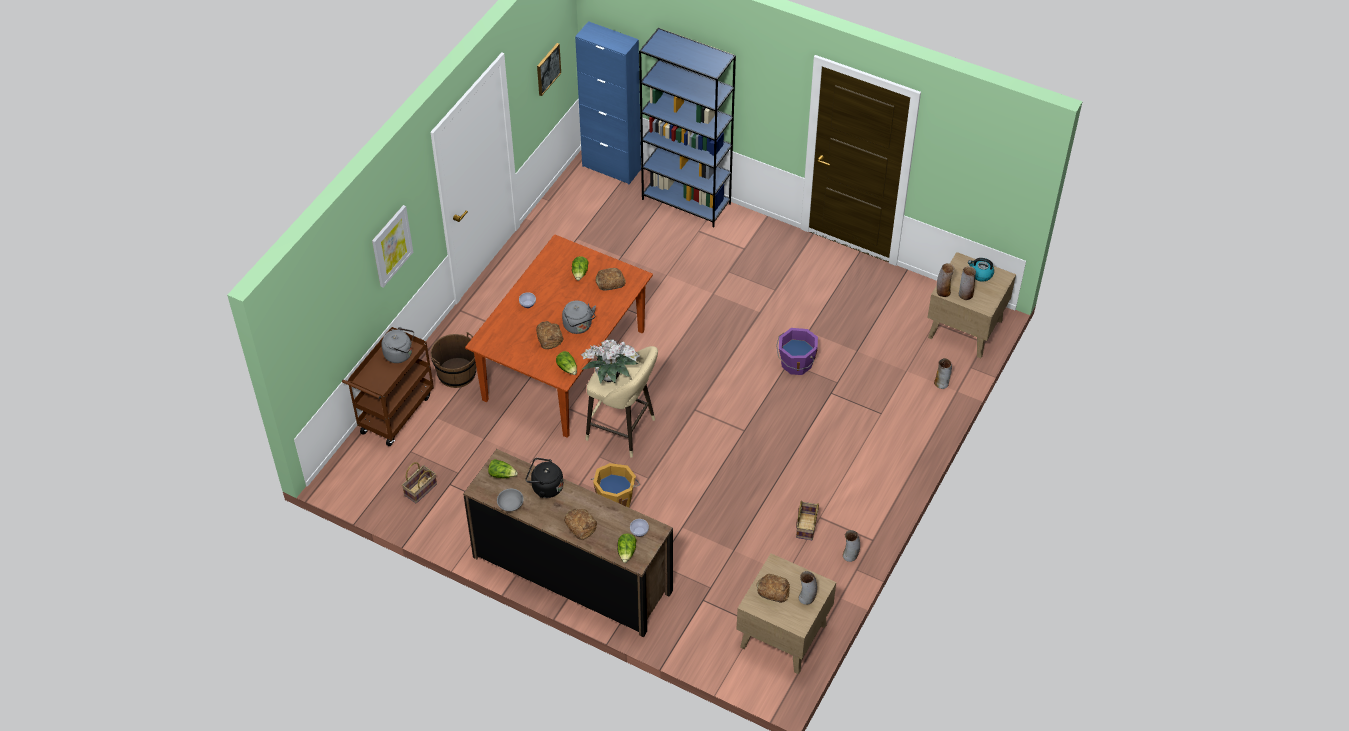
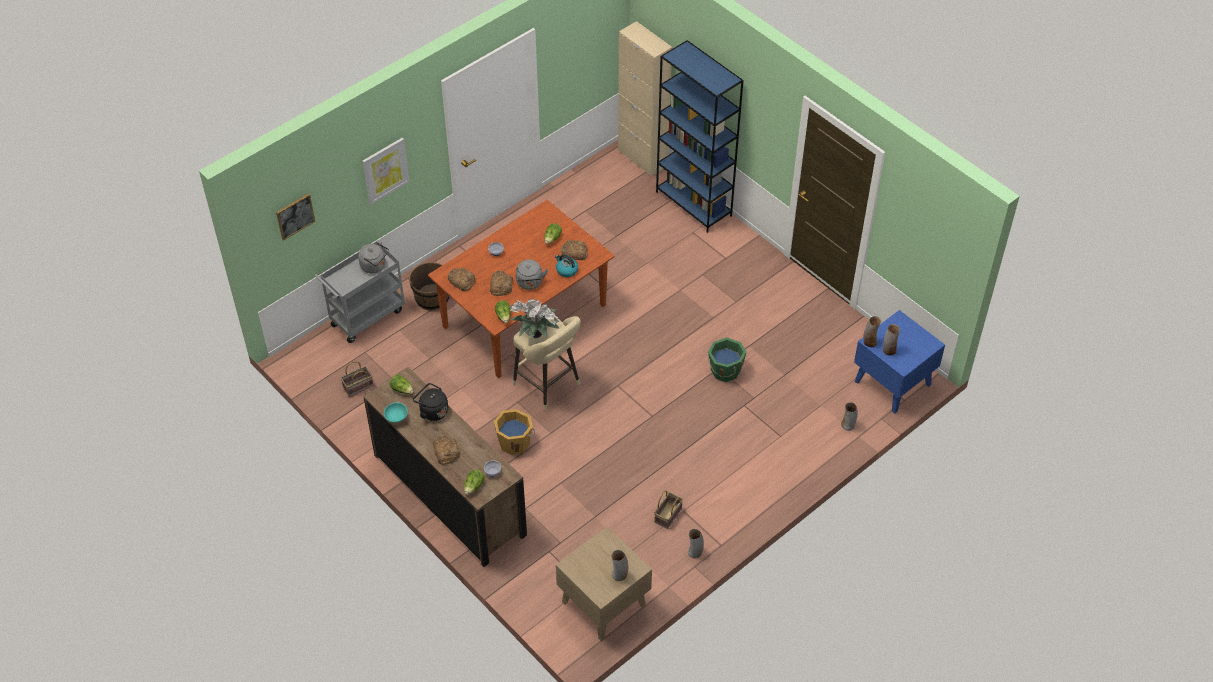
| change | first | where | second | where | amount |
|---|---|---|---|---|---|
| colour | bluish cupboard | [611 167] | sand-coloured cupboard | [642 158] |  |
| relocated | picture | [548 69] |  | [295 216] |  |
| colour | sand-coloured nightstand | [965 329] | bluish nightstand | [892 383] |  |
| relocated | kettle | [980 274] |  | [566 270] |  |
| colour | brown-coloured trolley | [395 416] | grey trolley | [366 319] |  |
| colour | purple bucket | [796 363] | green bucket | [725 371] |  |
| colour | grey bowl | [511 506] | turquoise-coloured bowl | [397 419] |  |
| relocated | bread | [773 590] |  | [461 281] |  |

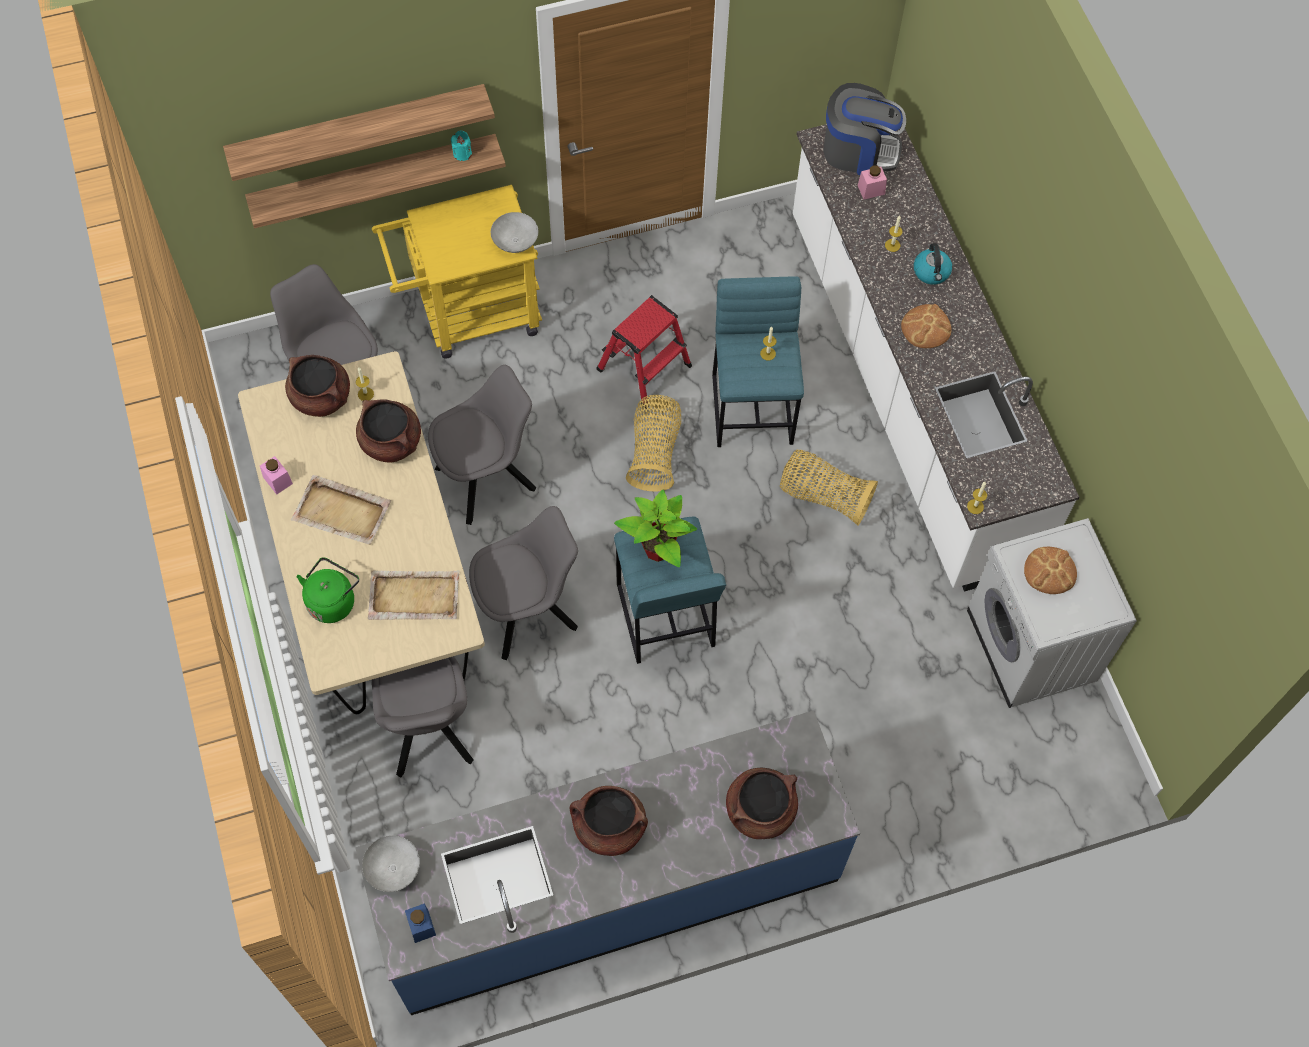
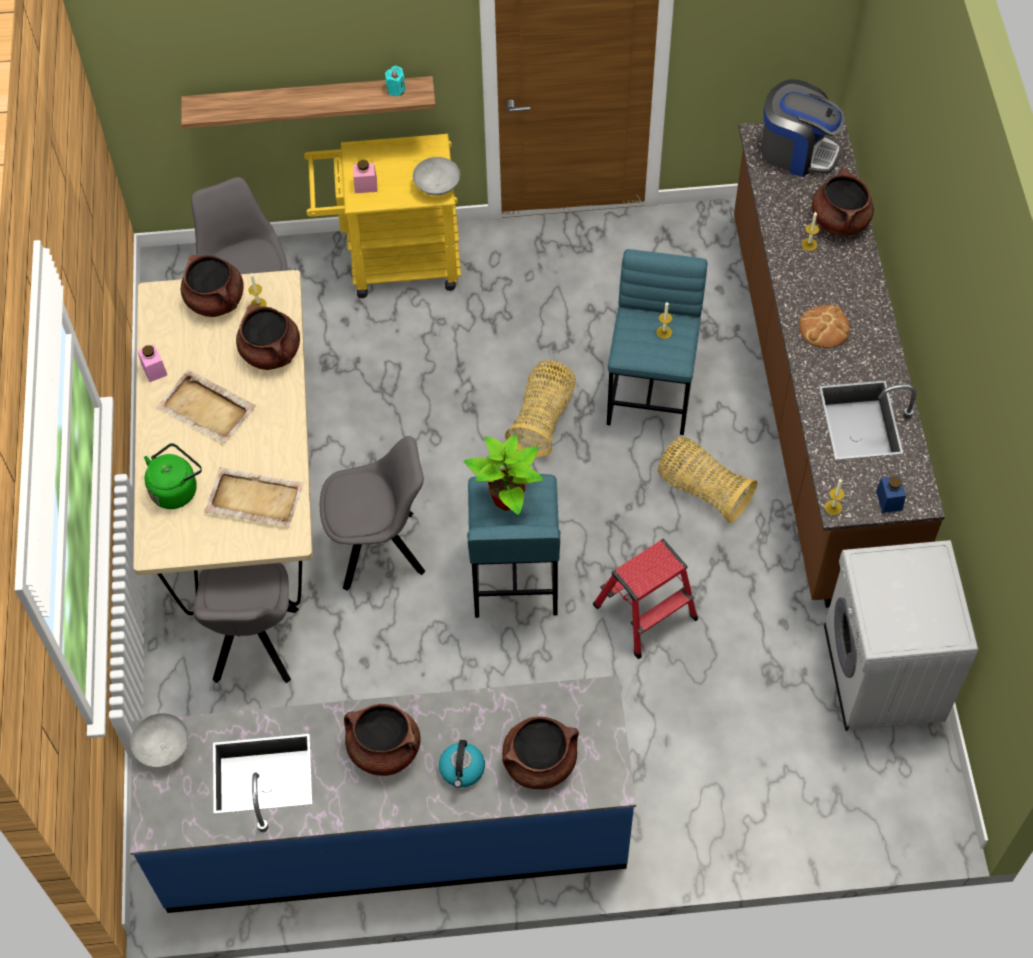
| change | first | where | second | where | amount |
|---|---|---|---|---|---|
| missing | bracket shelf | [357 129] |  |  |  |
| colour | white-coloured kitchen counter | [907 389] | brown-coloured kitchen counter | [813 401] |  |
| relocated | pink storage jar | [871 189] |  | [365 185] |  |
| relocated | kettle | [931 272] |  | [462 770] |  |
| relocated | red-coloured step ladder | [643 367] |  | [644 611] |  |
| missing | grey plain chair | [486 479] |  |  |  |
| missing | bread | [1049 571] |  |  |  |
| relocated | bluish storage jar | [421 926] |  | [889 500] |  |
| appeared |  |  | brown-coloured saucepot | [839 220] |  |

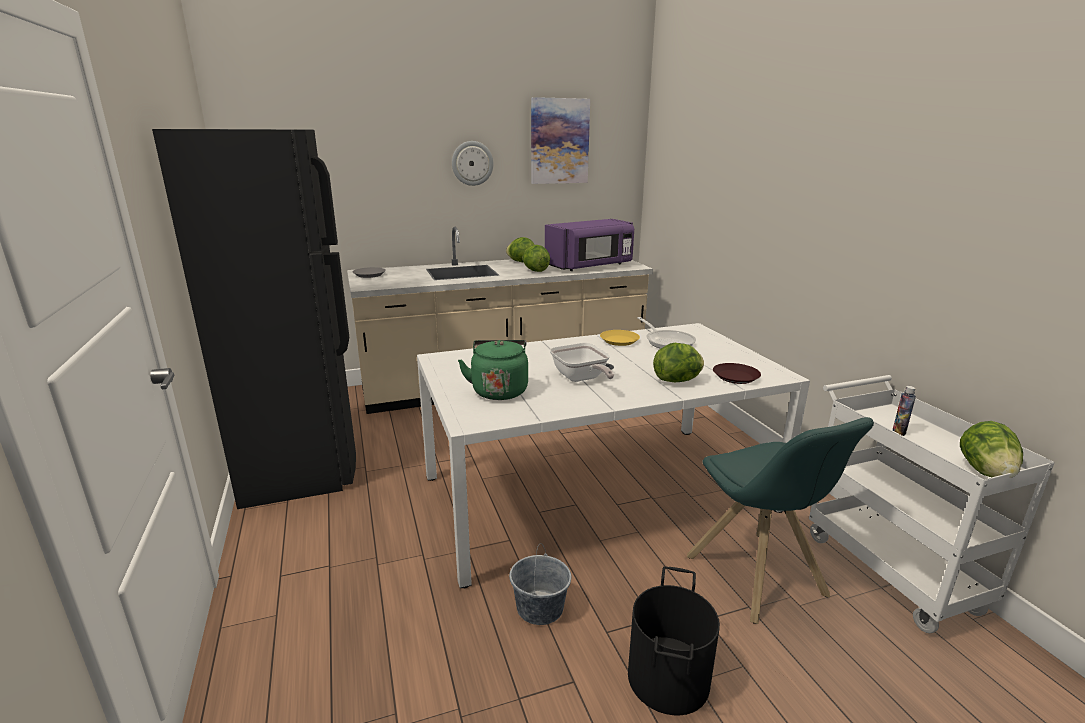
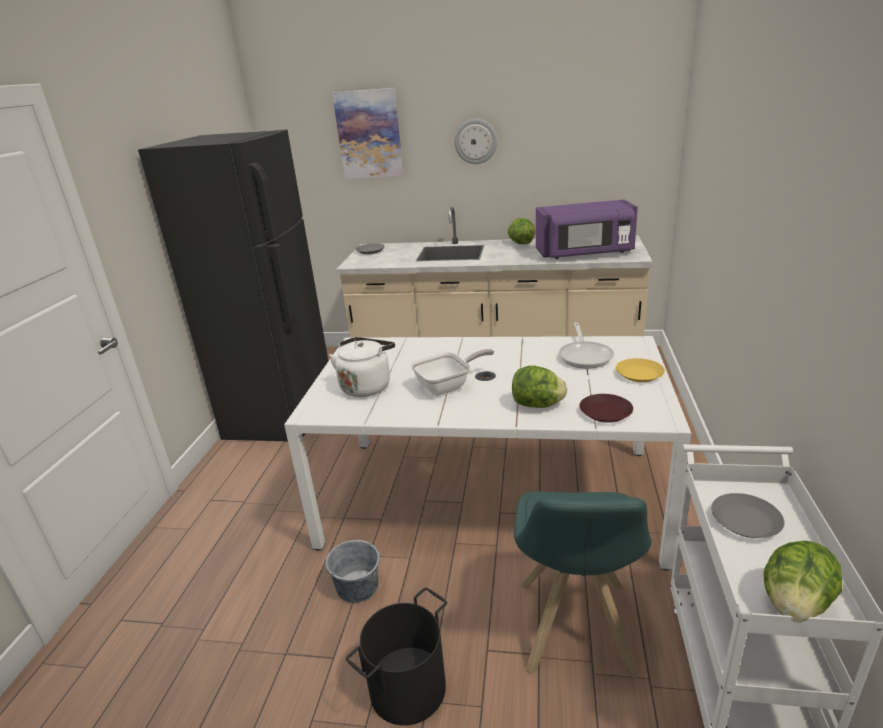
| change | first | where | second | where | amount |
|---|---|---|---|---|---|
| relocated | picture | [559 141] |  | [369 134] |  |
| missing | lettuce head | [535 271] |  |  |  |
| relocated | yellowish flat dish | [619 341] |  | [639 374] |  |
| colour | green kettle | [499 390] | white-coloured kettle | [366 386] |  |
| spun | pan | [581 379] |  | [448 386] | 120 degrees counterclockwise |
| exchanged | beverage bottle | [899 431] | grey flat dish | [746 521] |  |

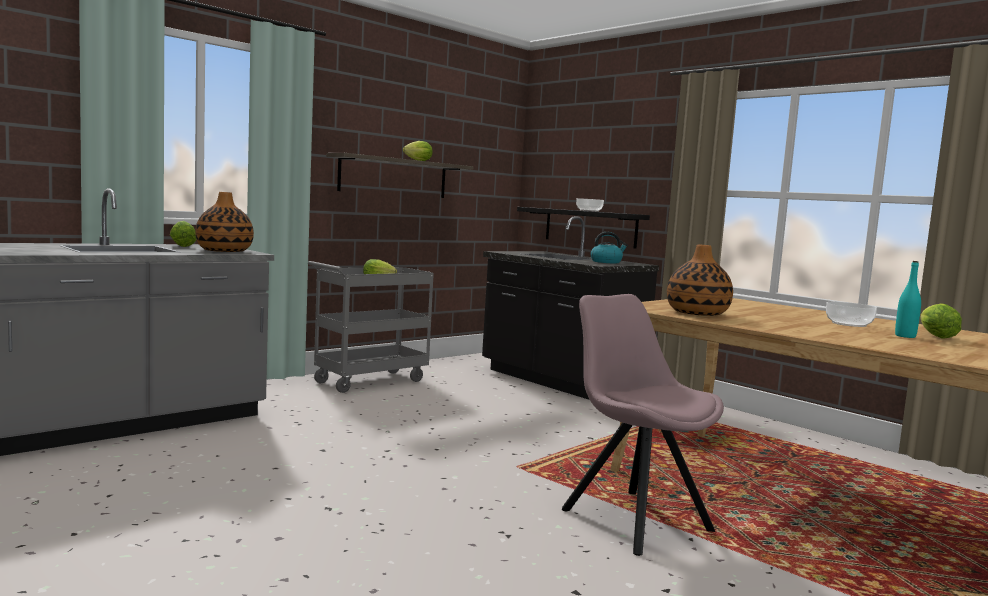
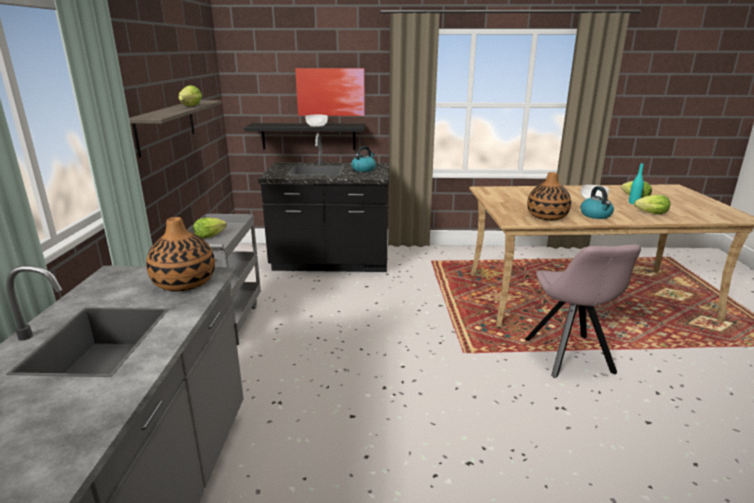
| change | first | where | second | where | amount |
|---|---|---|---|---|---|
| relocated | lettuce head | [182 246] |  | [649 213] |  |
| spun | pink plain chair | [634 520] |  | [569 356] | 105 degrees counterclockwise |
| appeared |  |  | picture | [330 92] |  |
| appeared |  |  | kettle | [596 215] |  |

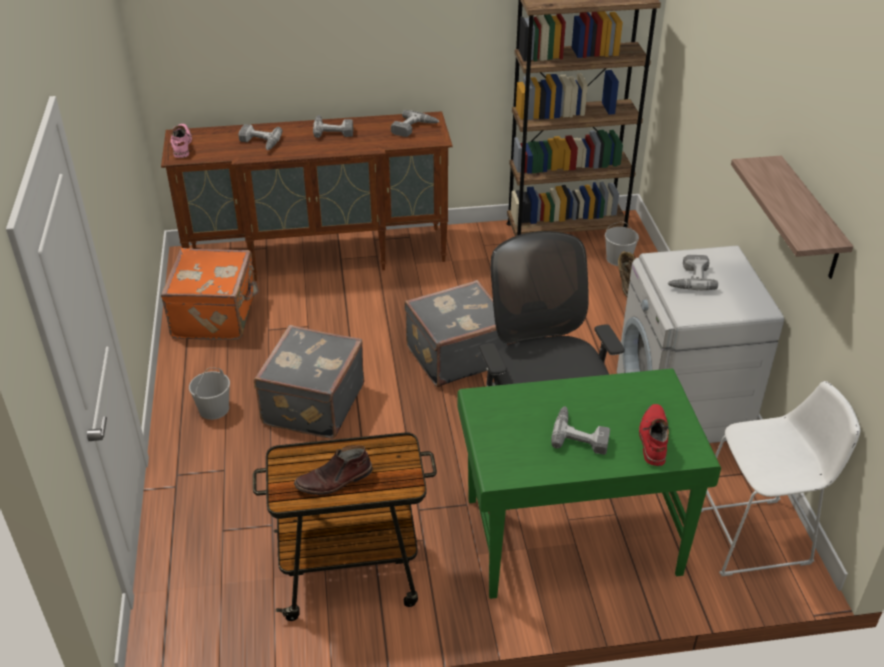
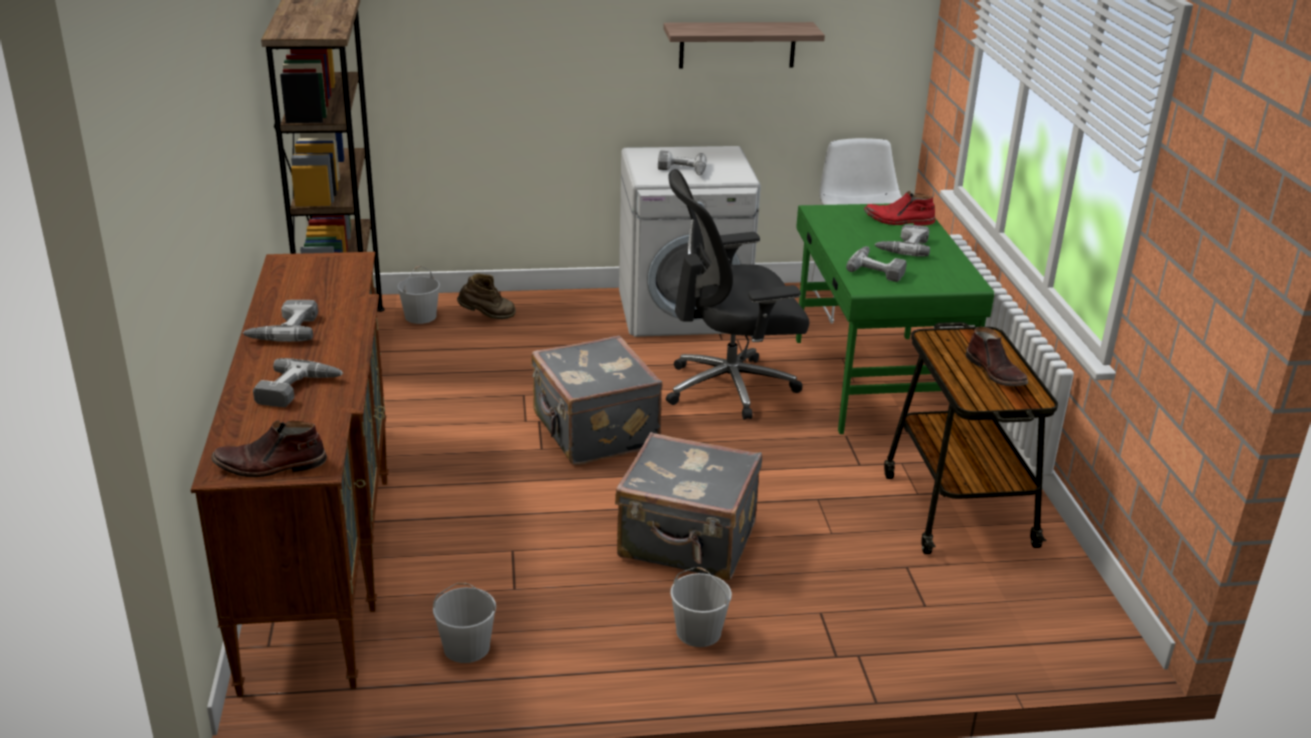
| change | first | where | second | where | amount |
|---|---|---|---|---|---|
| relocated | drill | [414 128] |  | [878 268] |  |
| colour | pink boot | [181 145] | brown-coloured boot | [270 466] |  |
| exchanged | orange-coloured suitcase | [216 315] | white-coloured bucket | [465 647] |  |

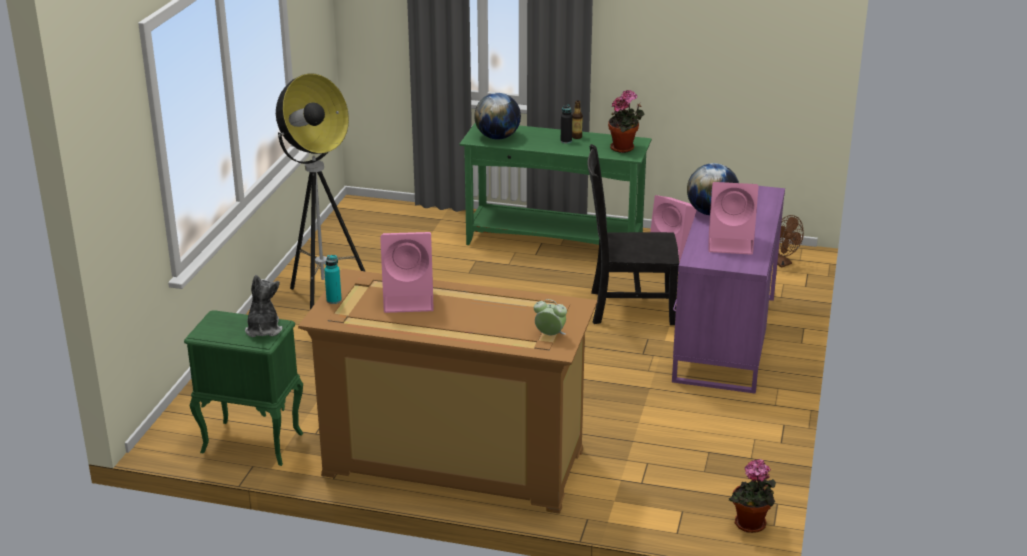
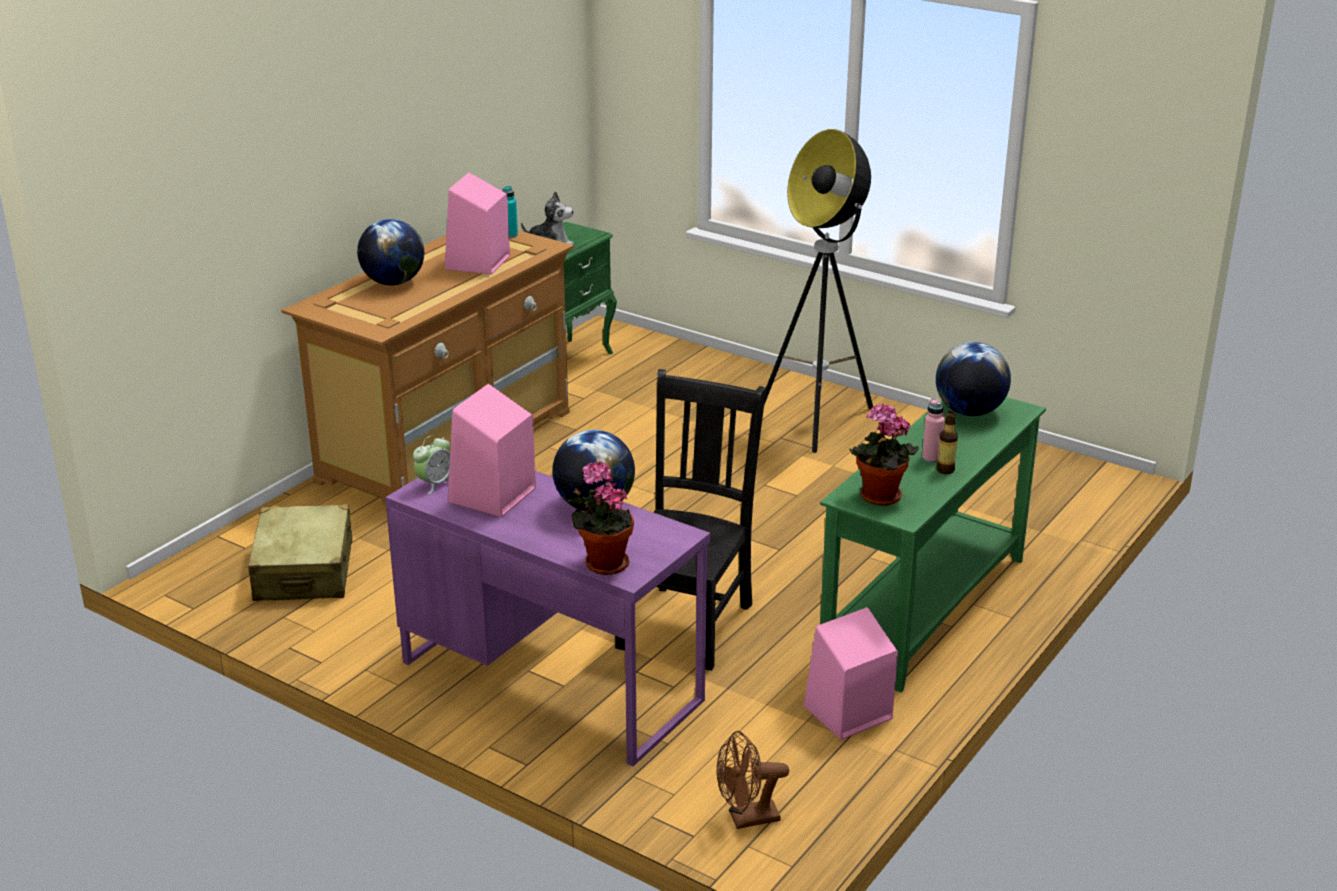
| change | first | where | second | where | amount |
|---|---|---|---|---|---|
| colour | blackish beverage bottle | [566 141] | pink beverage bottle | [931 458] |  |
| relocated | table clock | [550 335] |  | [435 484] |  |
| relocated | houseplant | [750 526] |  | [602 563] |  |
| appeared |  |  | world globe | [393 282] |  |
| appeared |  |  | sand-coloured suitcase | [304 571] |  |

